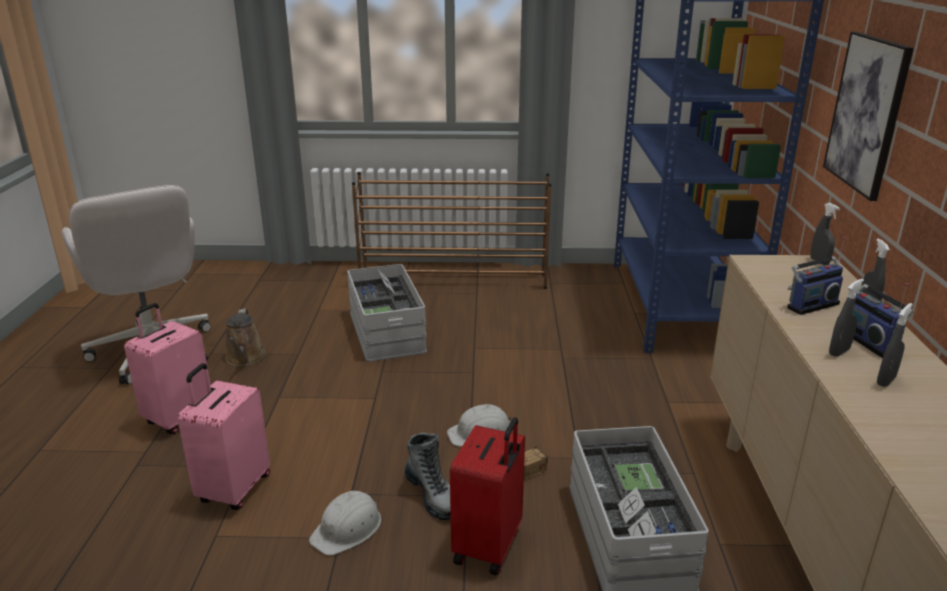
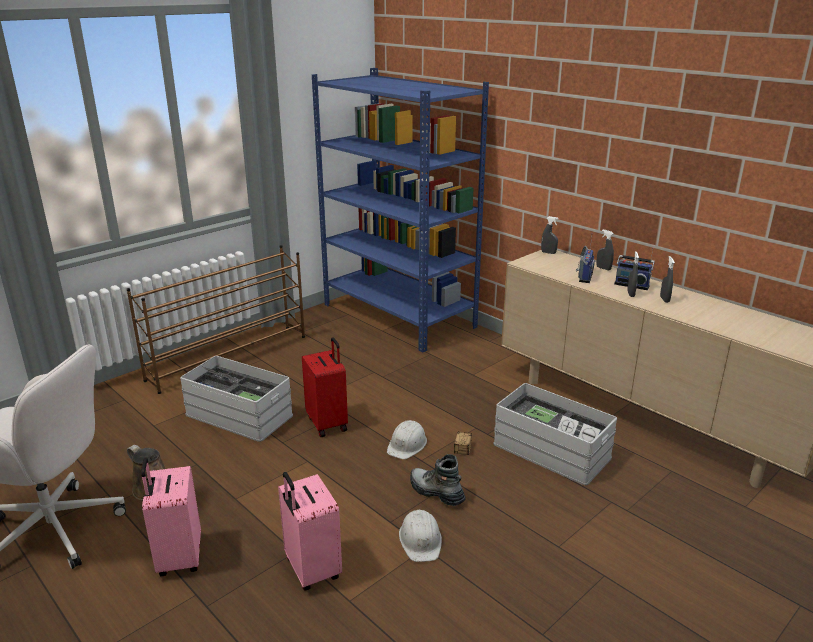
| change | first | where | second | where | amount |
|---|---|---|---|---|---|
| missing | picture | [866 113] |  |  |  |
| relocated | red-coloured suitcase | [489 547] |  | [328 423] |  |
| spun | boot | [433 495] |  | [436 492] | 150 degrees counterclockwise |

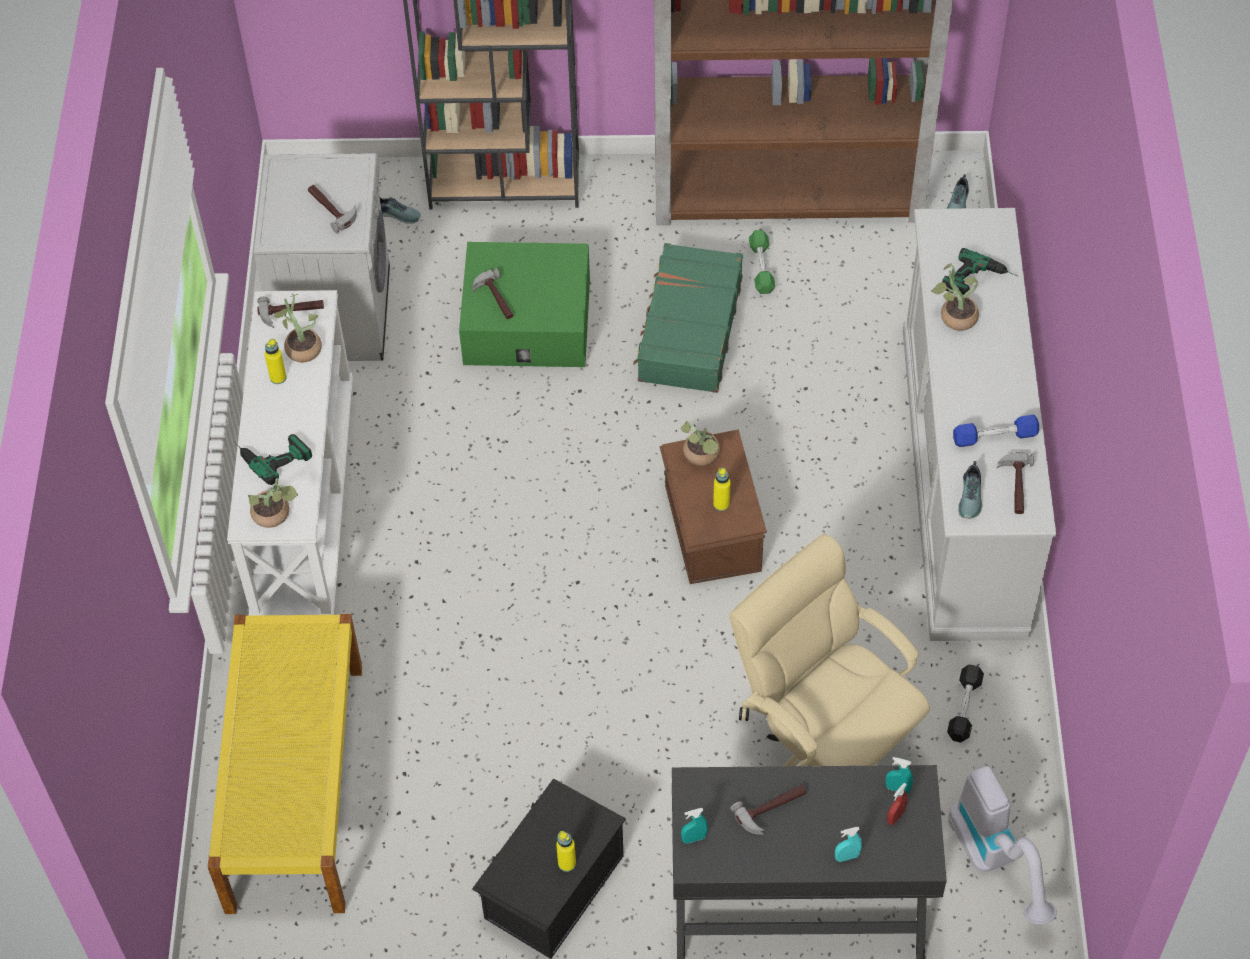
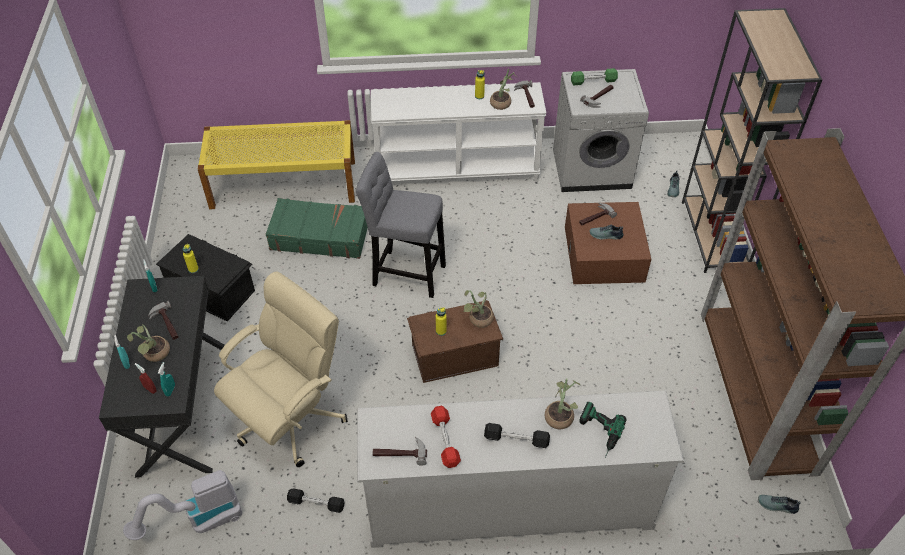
| change | first | where | second | where | amount |
|---|---|---|---|---|---|
| relocated | green dumbbell | [761 268] |  | [593 81] |  |
| colour | green storage bin | [527 321] | brown-coloured storage bin | [604 254] |  |
| relocated | green suitcase | [689 329] |  | [319 235] |  |
| colour | bluish dumbbell | [995 437] | red-coloured dumbbell | [445 440] |  |
| missing | drill | [271 453] |  |  |  |
| relocated | low shoe | [971 497] |  | [606 235] |  |
| relocated | houseplant | [275 516] |  | [154 355] |  |
| appeared |  |  | grey stool | [405 273] |  |
| appeared |  |  | blackish dumbbell | [516 439] |  |

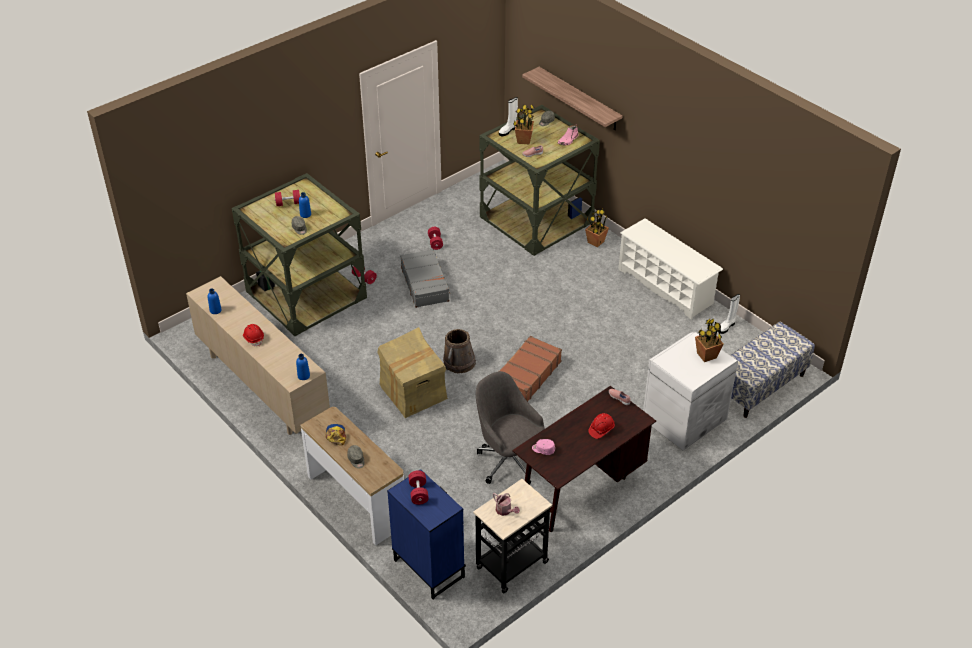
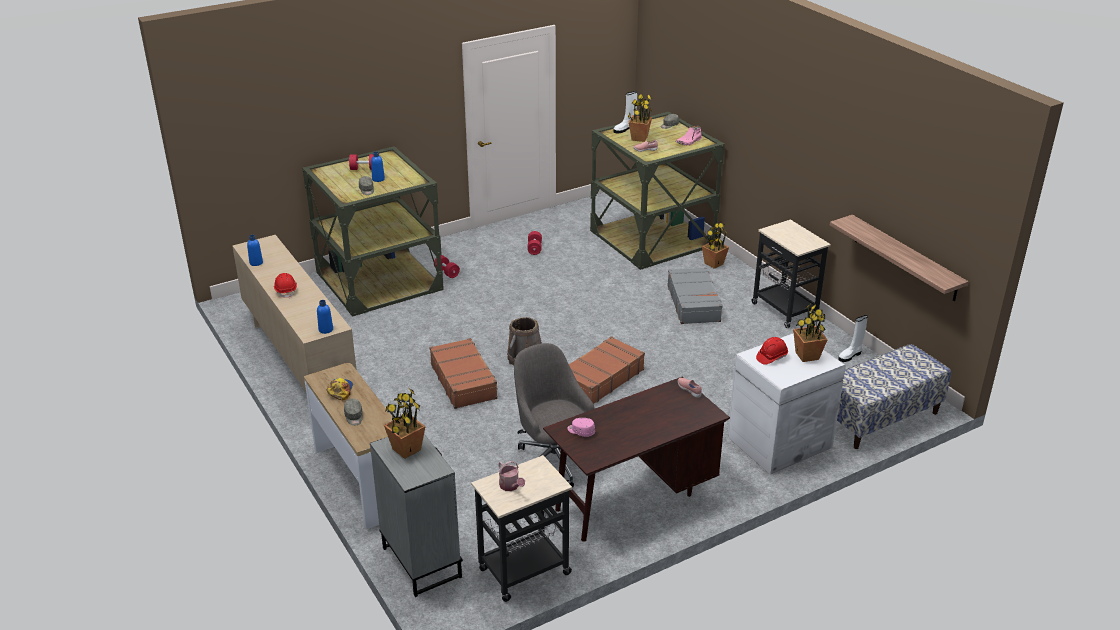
| change | first | where | second | where | amount |
|---|---|---|---|---|---|
| relocated | bracket shelf | [579 99] |  | [905 258] |  |
| exchanged | white-coloured shoe rack | [666 286] | trolley | [785 311] |  |
| relocated | grey suitcase | [425 284] |  | [694 303] |  |
| exchanged | packing box | [413 392] | brown-coloured suitcase | [464 381] |  |
| relocated | red-coloured hard hat | [601 429] |  | [771 357] |  |
| colour | bluish dresser | [428 568] | grey dresser | [421 562] |  |
| exchanged | red-coloured dumbbell | [418 493] | houseplant | [406 449] |  |

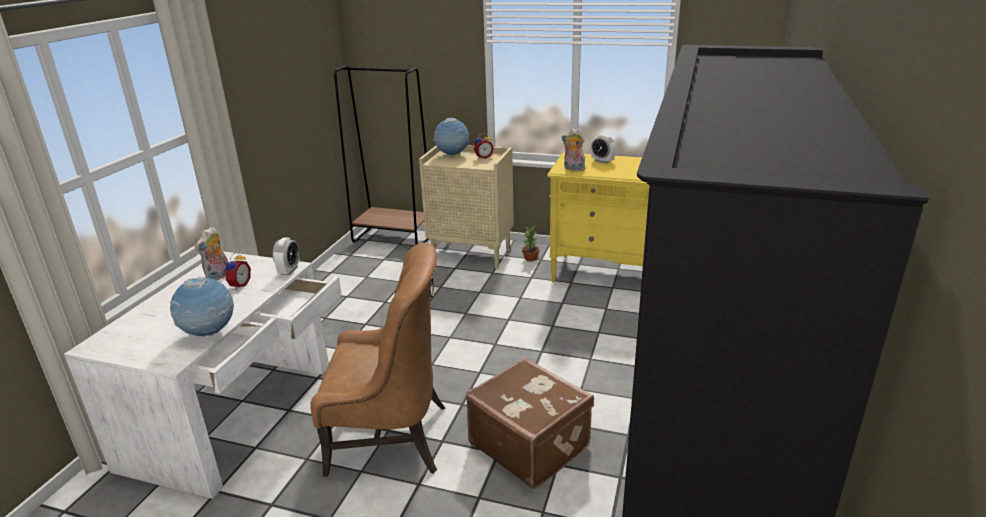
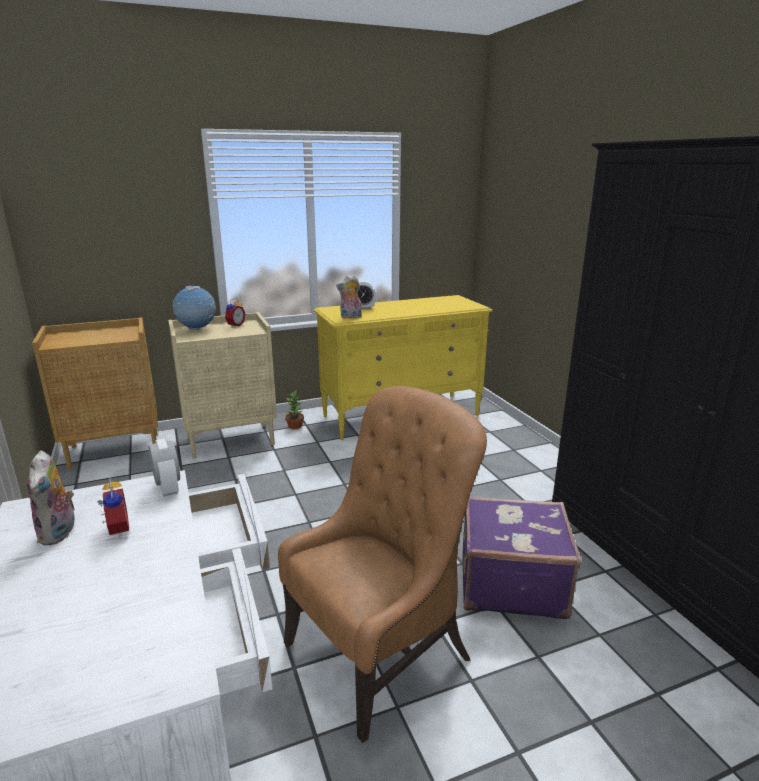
| change | first | where | second | where | amount |
|---|---|---|---|---|---|
| exchanged | garment rack | [394 238] | brown-coloured cupboard | [115 450] |  |
| missing | world globe | [209 334] |  |  |  |
| colour | brown-coloured suitcase | [530 444] | purple suitcase | [510 582] |  |

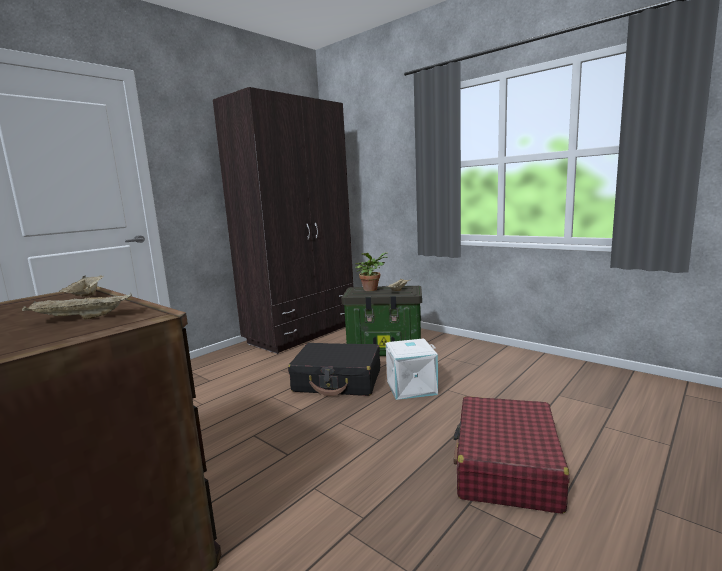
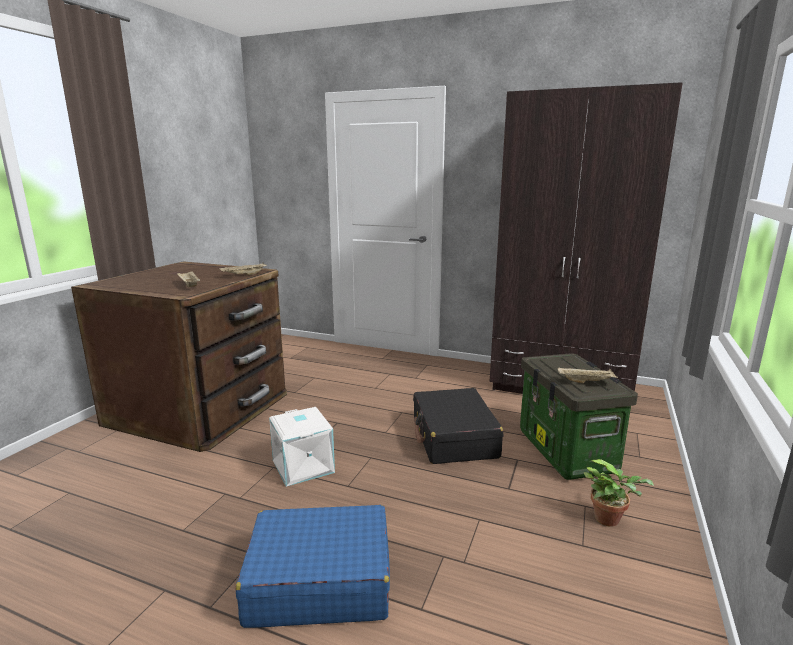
| change | first | where | second | where | amount |
|---|---|---|---|---|---|
| relocated | houseplant | [371 289] |  | [610 519] |  |
| relocated | white-coloured storage bin | [411 387] |  | [304 466] |  |
| colour | red-coloured suitcase | [506 466] | bluish suitcase | [319 580] |  |

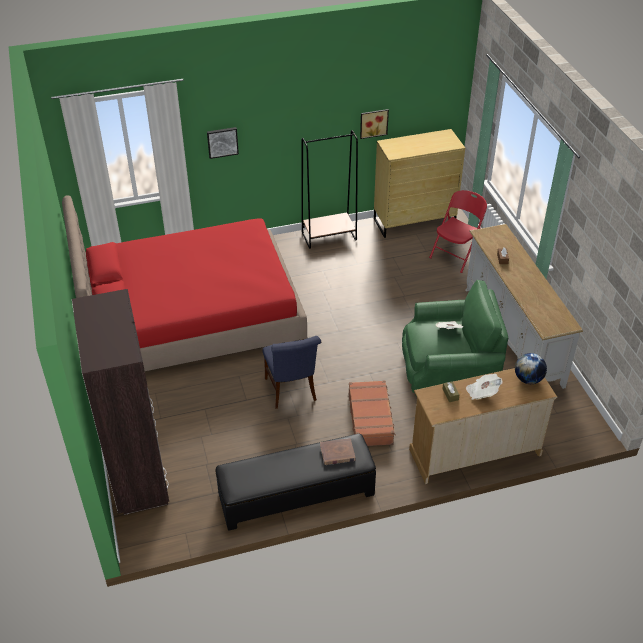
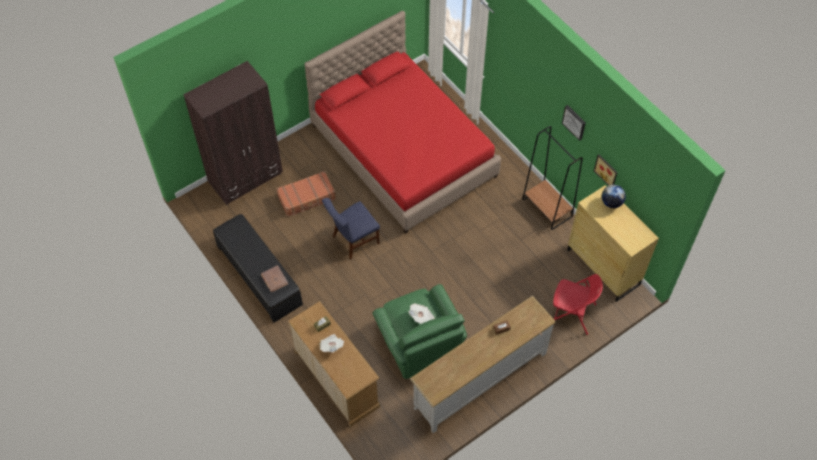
| change | first | where | second | where | amount |
|---|---|---|---|---|---|
| relocated | picture | [222 142] |  | [574 122] |  |
| relocated | world globe | [528 379] |  | [611 203] |  |
| relocated | brown-coloured suitcase | [371 419] |  | [307 198] |  |

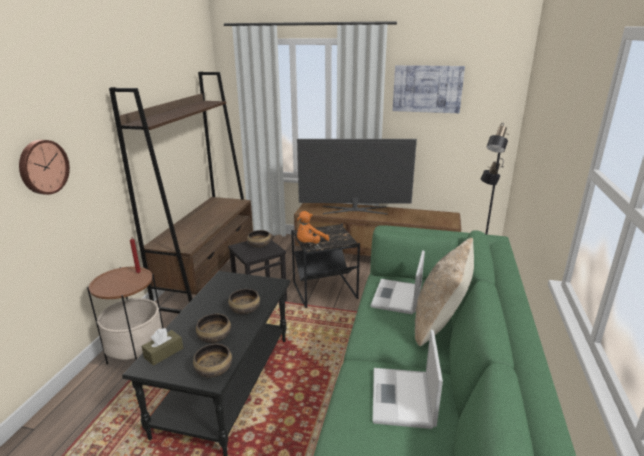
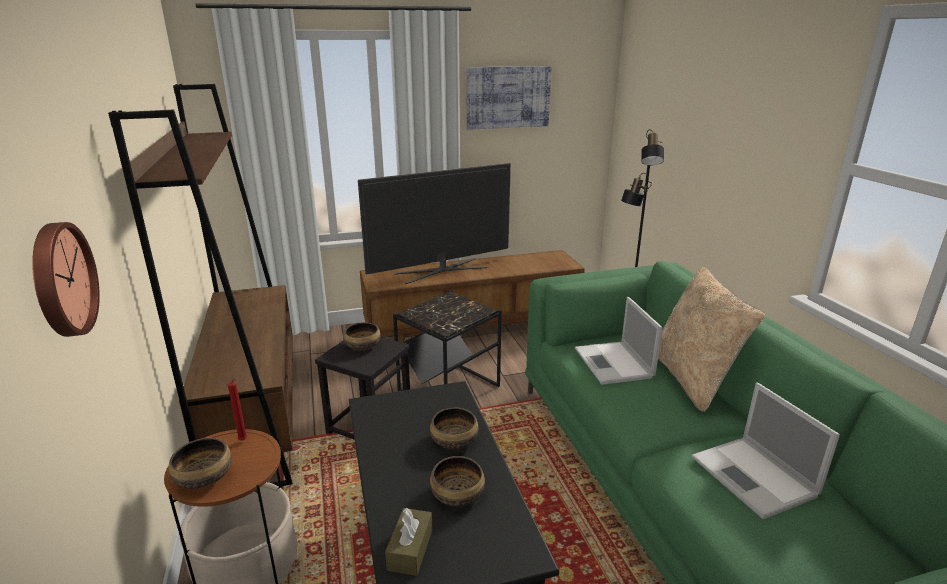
| change | first | where | second | where | amount |
|---|---|---|---|---|---|
| missing | orange-coloured plush toy | [310 244] |  |  |  |
| relocated | bowl | [214 370] |  | [204 477] |  |

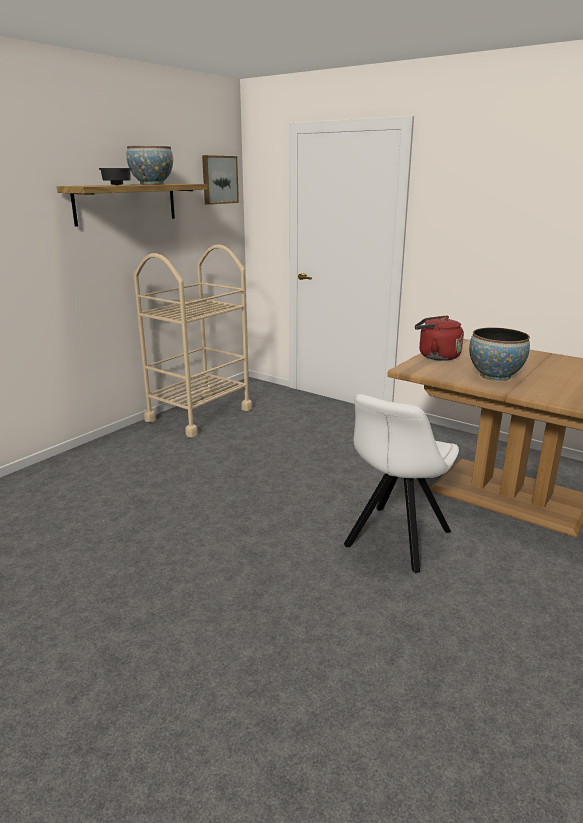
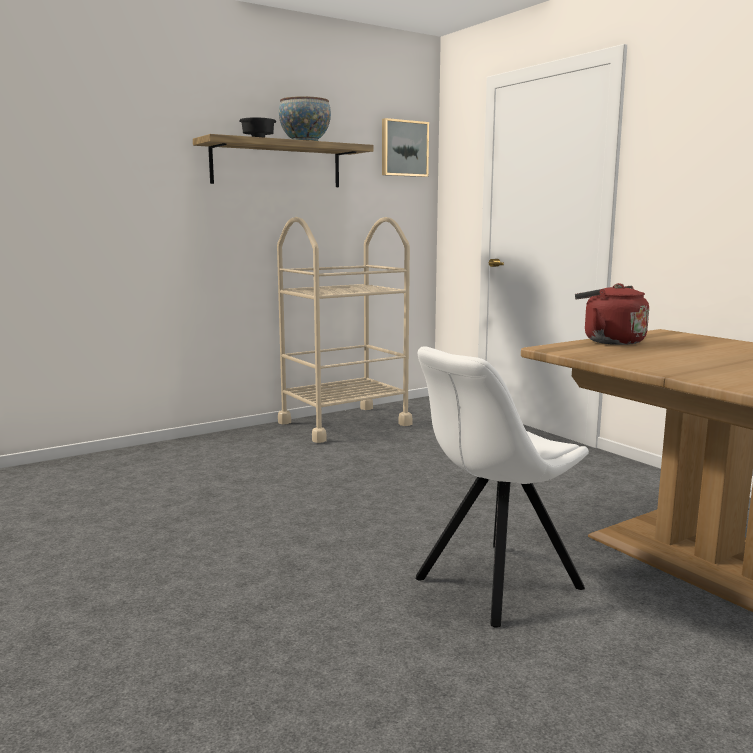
| change | first | where | second | where | amount |
|---|---|---|---|---|---|
| missing | bowl | [495 376] |  |  |  |

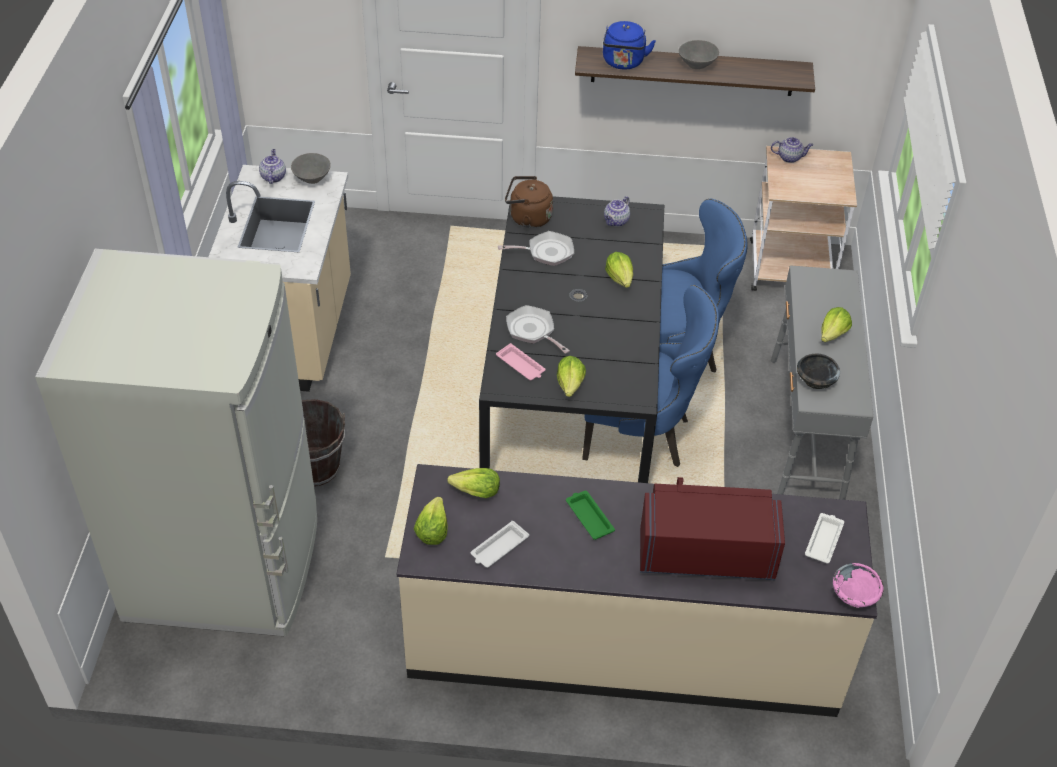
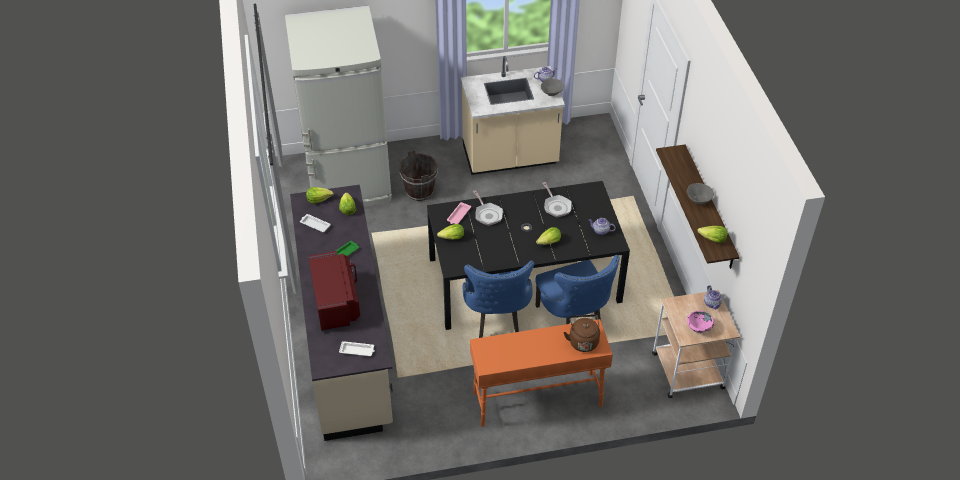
| change | first | where | second | where | amount |
|---|---|---|---|---|---|
| missing | bluish kettle | [623 63] |  |  |  |
| relocated | brown-coloured kettle | [527 218] |  | [583 341] |  |
| colour | grey console table | [804 428] | orange-coloured console table | [537 398] |  |
| spun | pan | [533 331] |  | [487 214] | 120 degrees clockwise |
| relocated | lettuce head | [833 334] |  | [712 239] |  |
| missing | blackish bowl | [815 380] |  |  |  |
| relocated | pink bowl | [854 595] |  | [698 327] |  |

